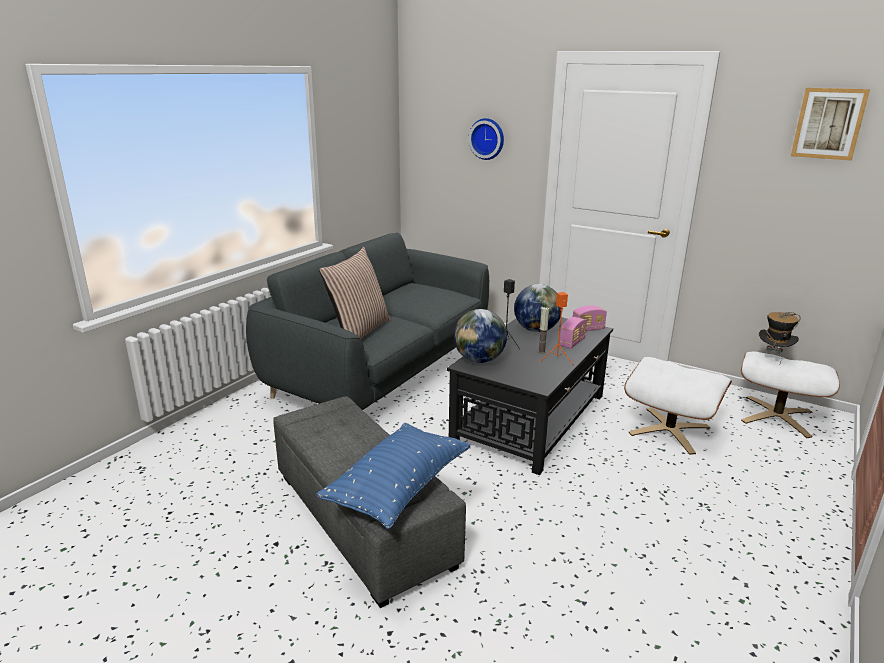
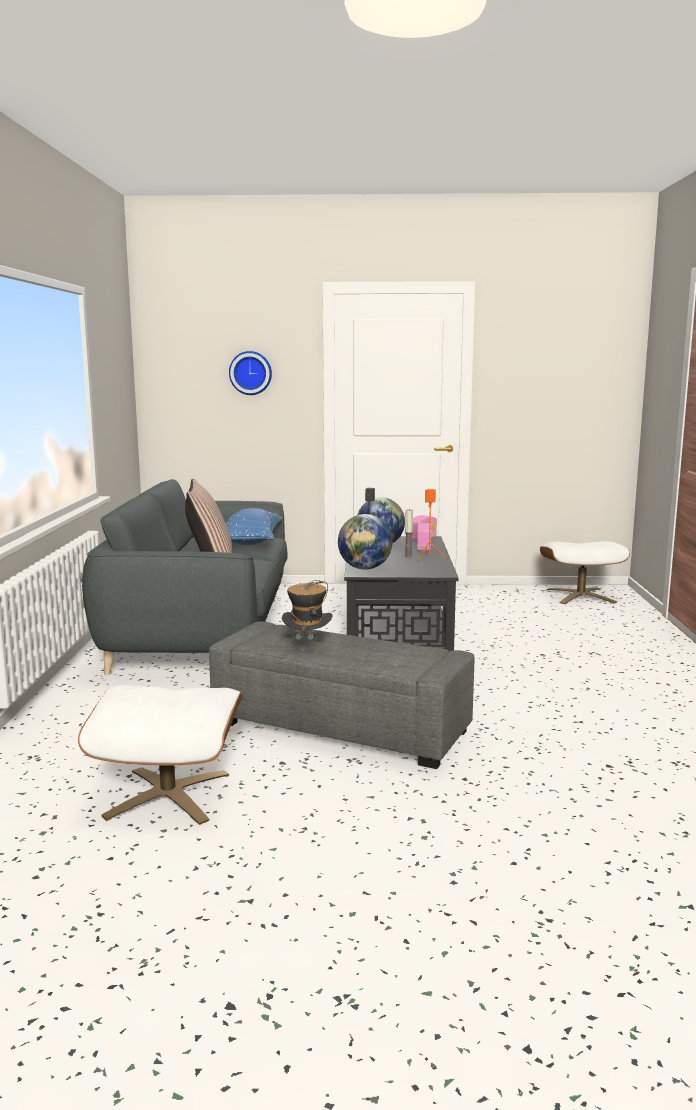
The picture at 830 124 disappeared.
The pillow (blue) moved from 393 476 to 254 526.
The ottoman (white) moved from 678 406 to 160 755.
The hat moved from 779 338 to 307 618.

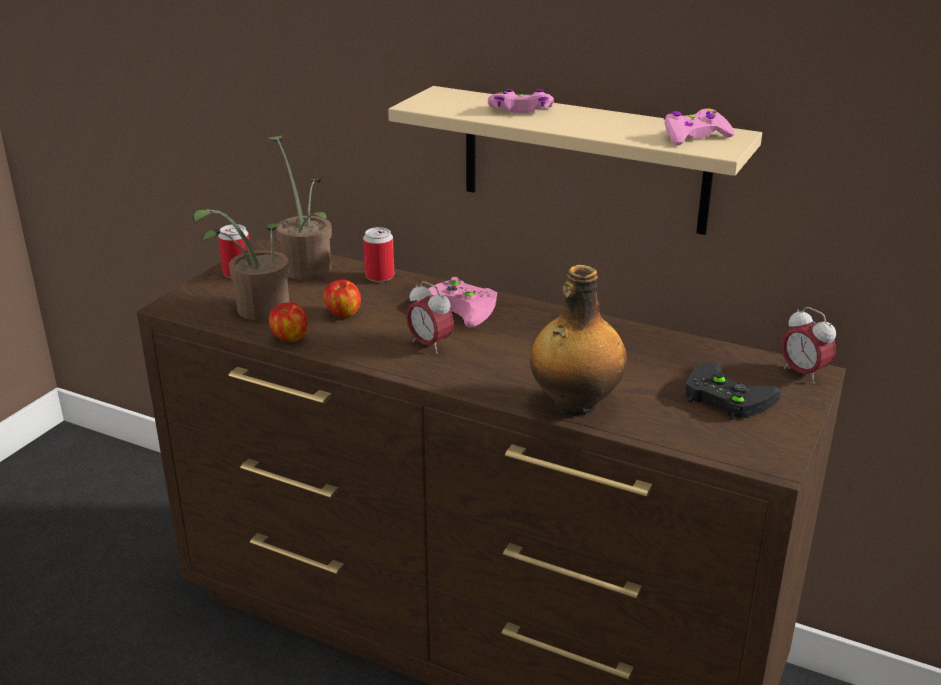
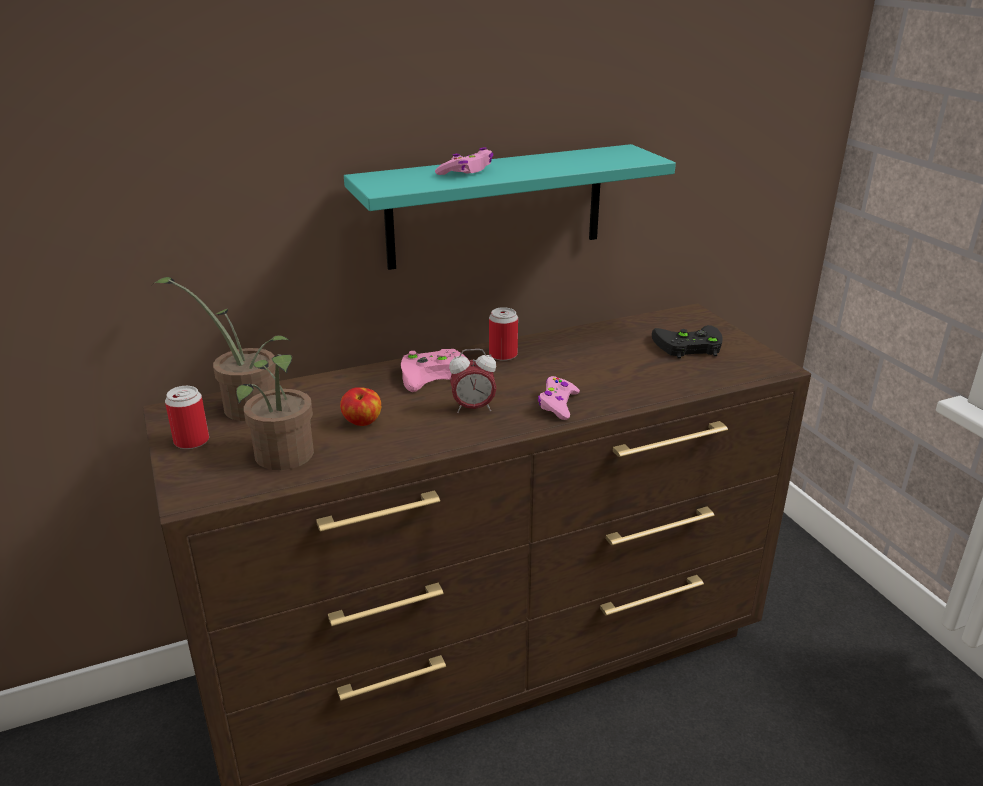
The apple at 288 322 disappeared.
The bottle at 578 340 disappeared.
The alarm clock at 809 345 disappeared.
The can moved from 378 254 to 503 334.
The game controller (pink) moved from 699 127 to 559 398.
The shelf (beige) at 575 160 became the shelf (turquoise) at 510 207.

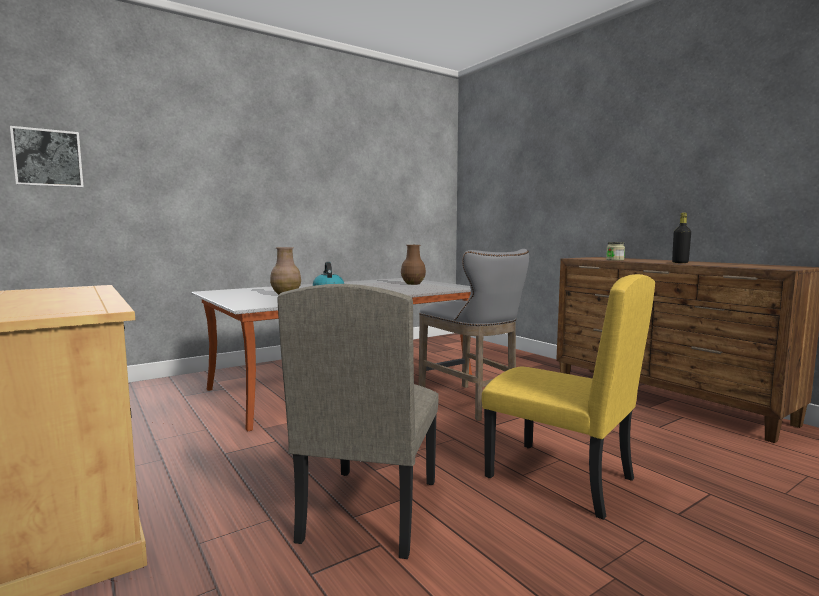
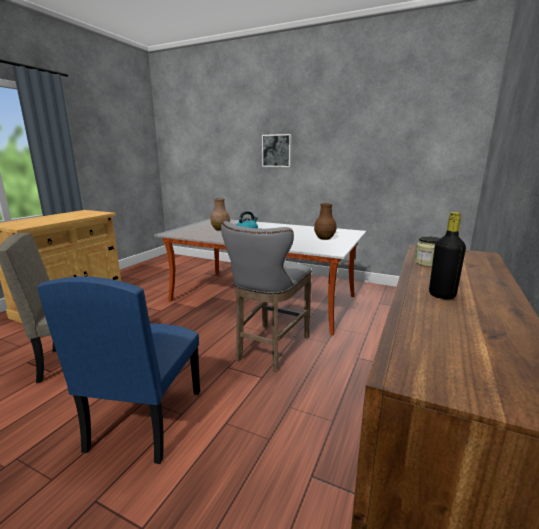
The picture moved from 47 157 to 277 150.
The chair (yellow) at 568 397 became the chair (blue) at 118 370.

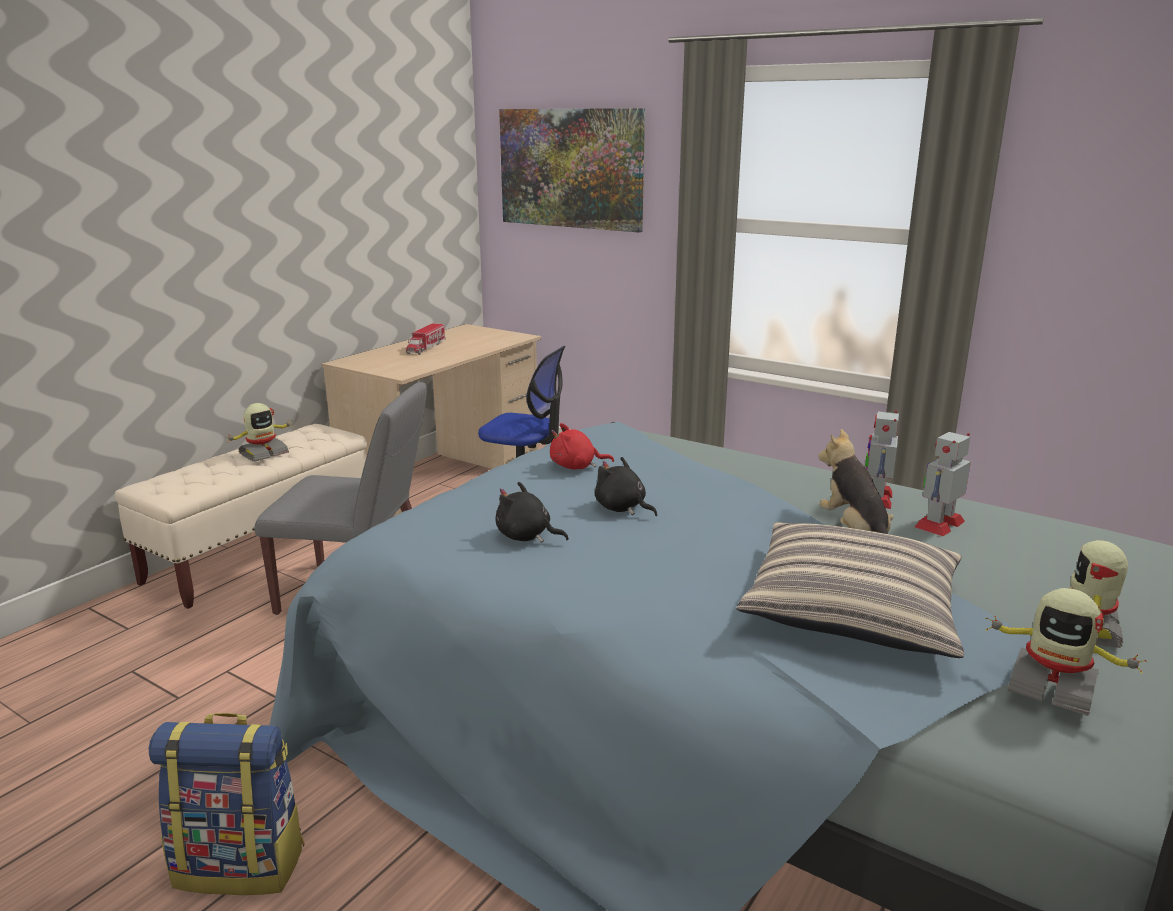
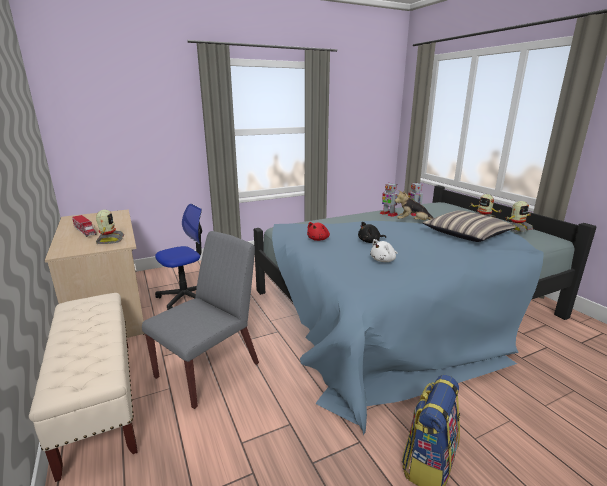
The picture at 572 170 disappeared.
The toy robot moved from 258 432 to 110 227.
The plush toy (black) at 532 512 became the plush toy (white) at 384 250.

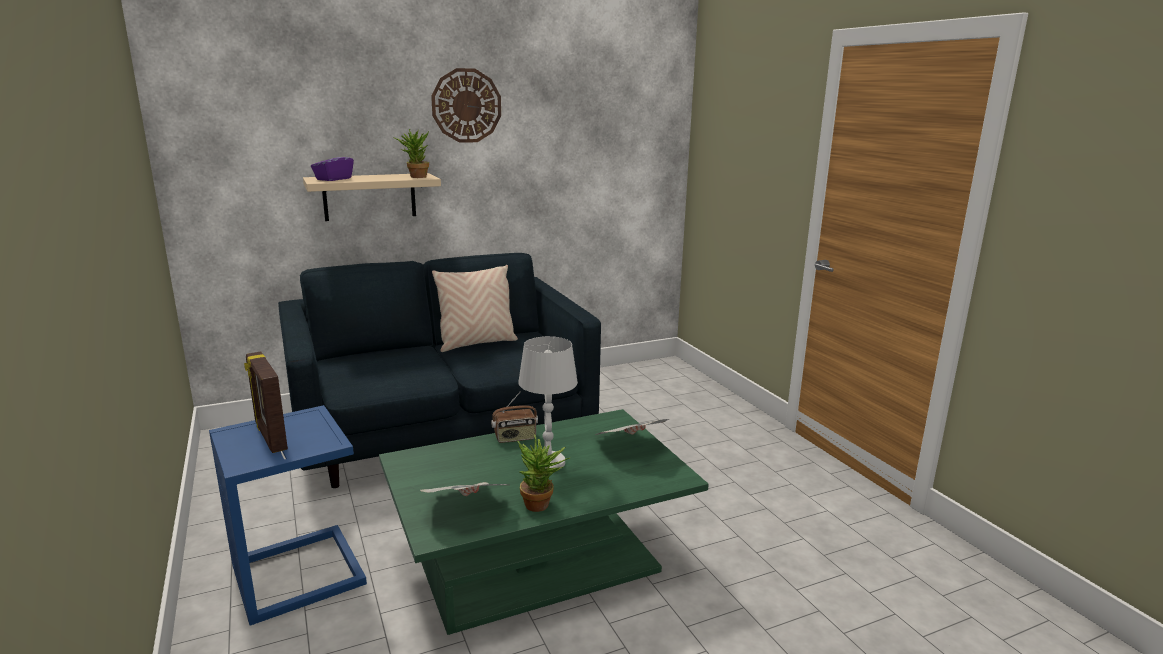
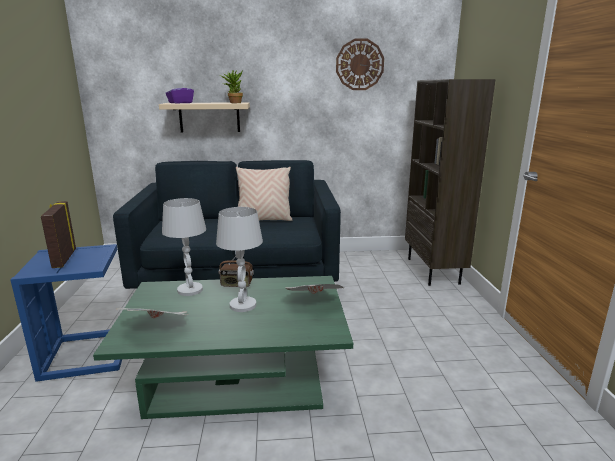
The potted plant at 543 473 disappeared.
The table lamp (white) at 184 247 appeared.
The bookcase (brown) at 450 182 appeared.
The wall clock moved from 466 105 to 360 64.

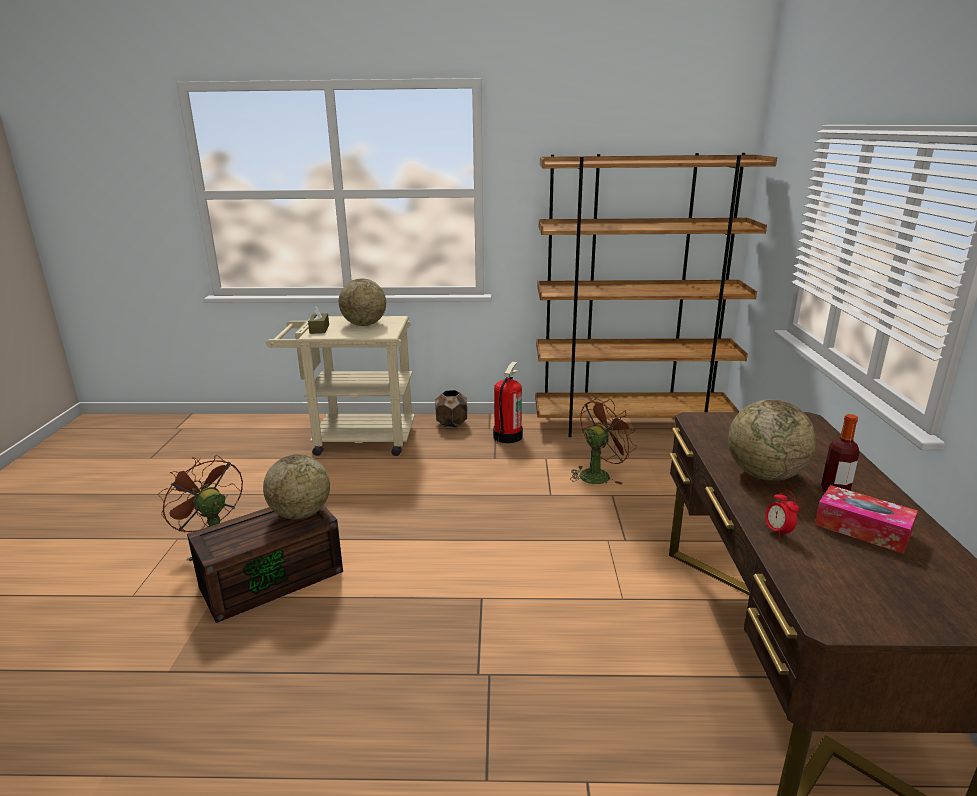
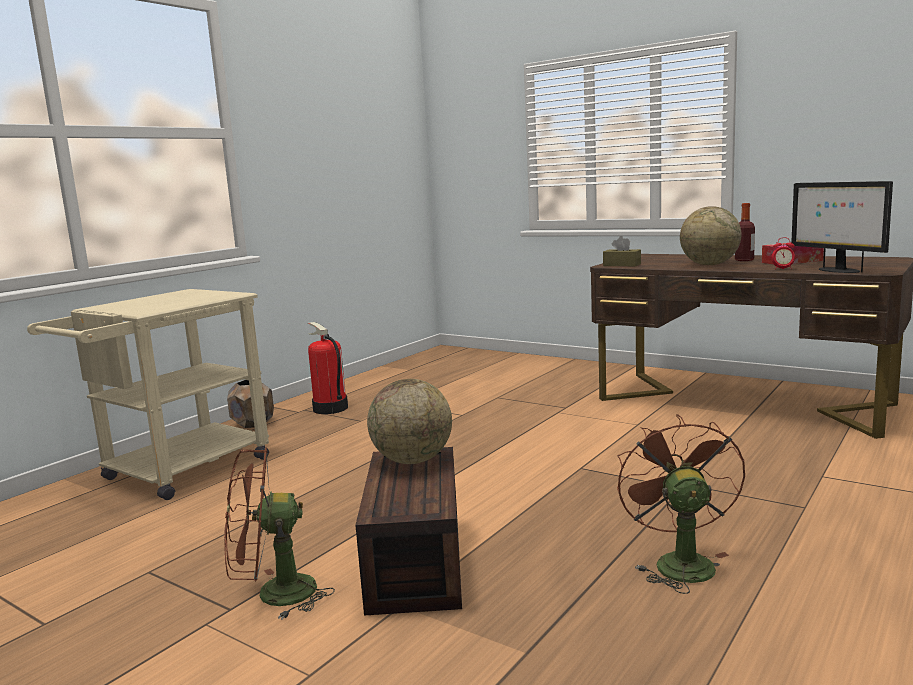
The globe at 362 302 disappeared.
The bookcase (brown) at 656 295 disappeared.
The monitor at 842 227 appeared.
The tissue box (brown) moved from 318 319 to 622 251.
The fan (brown) moved from 603 442 to 681 504.

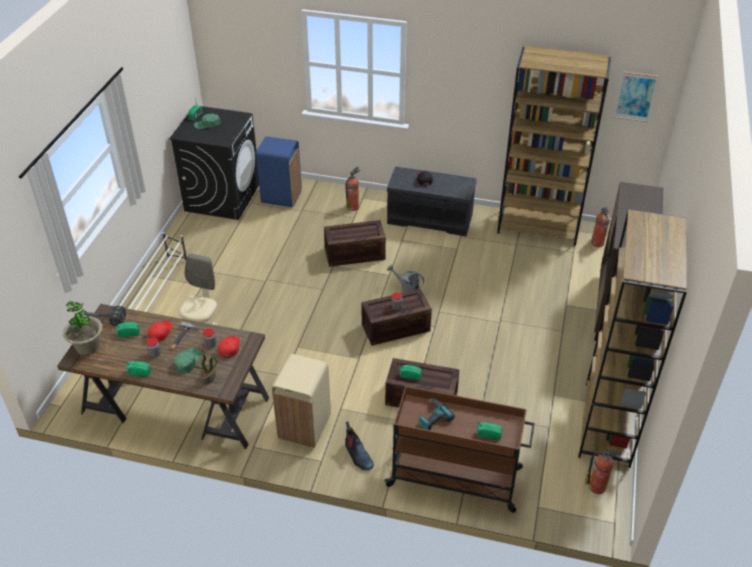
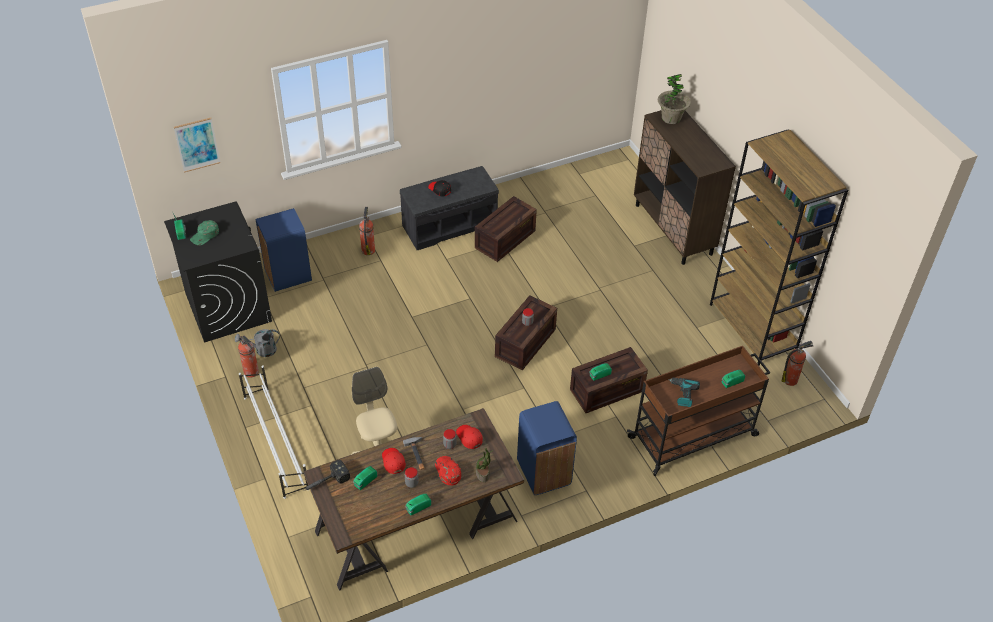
The boot at 359 446 disappeared.
The bookcase (brown) at 554 146 disappeared.
The potted plant moved from 83 328 to 674 99.
The crate moved from 355 243 to 506 229.
The watering can (grey) moved from 405 278 to 257 343.
The fire extinguisher moved from 600 227 to 248 357.
The picture moved from 636 97 to 197 145.
The cap (green) at 187 360 became the cap (red) at 448 471.
The trash can (beige) at 301 401 became the trash can (blue) at 547 448.

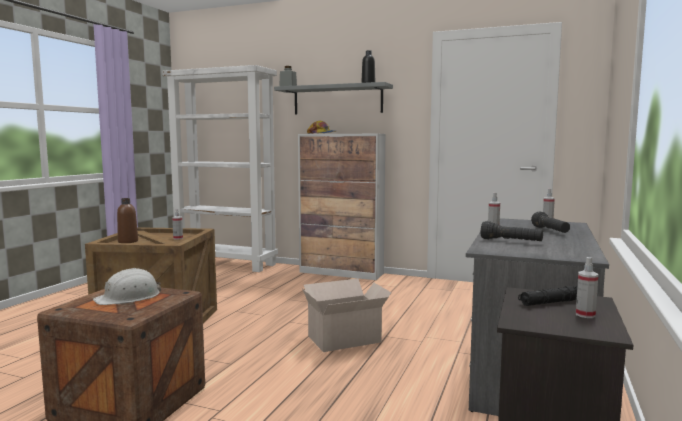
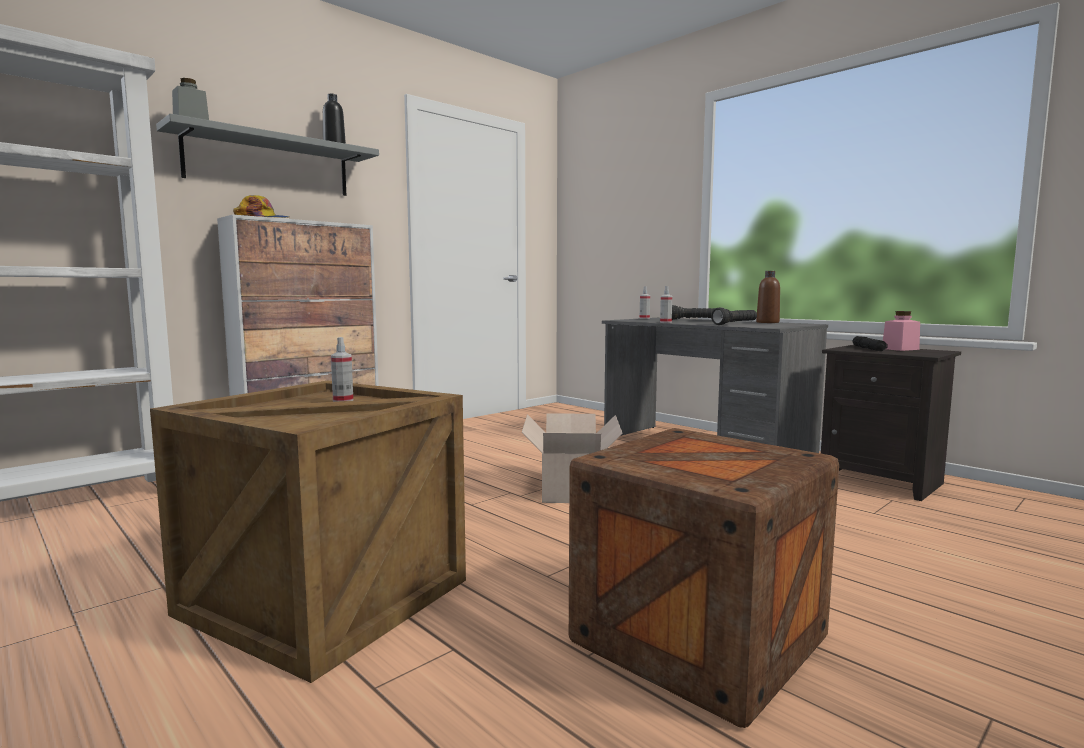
The hard hat (white) at 127 286 disappeared.
The bottle (brown) moved from 127 220 to 768 297.
The spray bottle at 587 287 was replaced by the jar (pink) at 901 331.

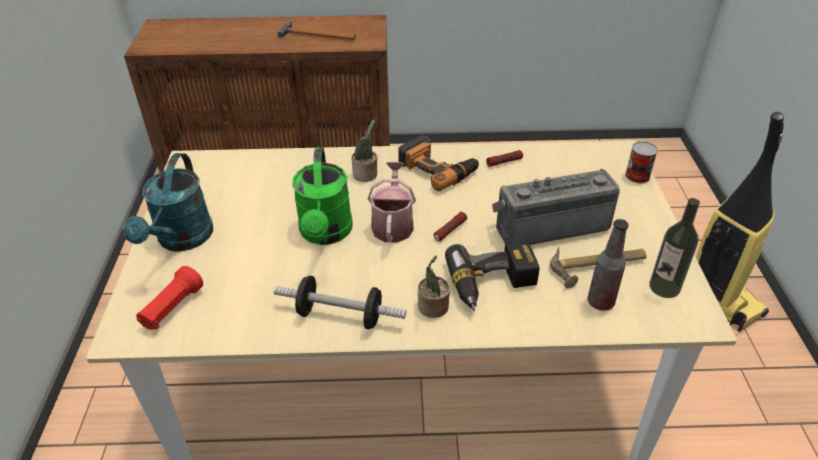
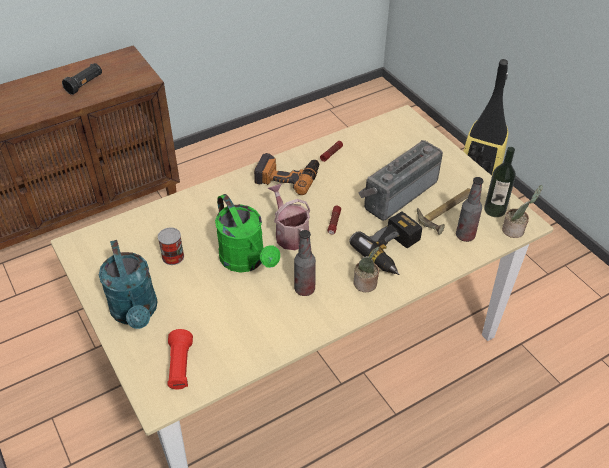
The dumbbell at 340 302 disappeared.
The bottle at 305 263 appeared.
The potted plant moved from 364 150 to 522 211.
The can moved from 641 162 to 171 246.
The hammer at 316 30 was replaced by the flashlight (black) at 82 79.

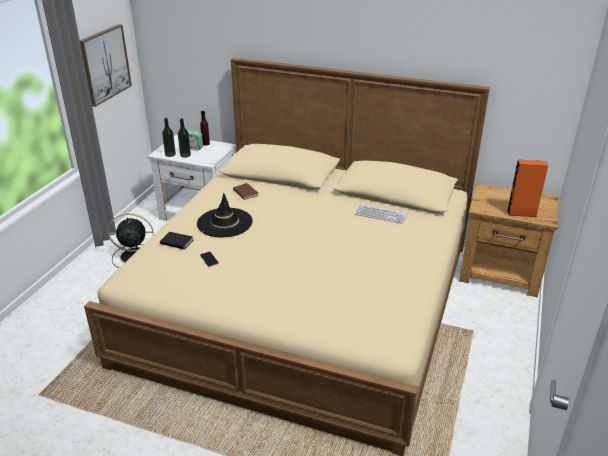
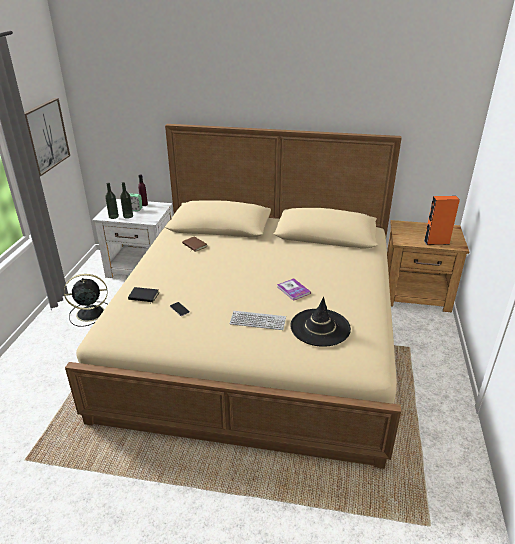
The book at 294 289 appeared.
The hat (black) moved from 225 215 to 320 322.
The keyboard moved from 380 214 to 258 320.

